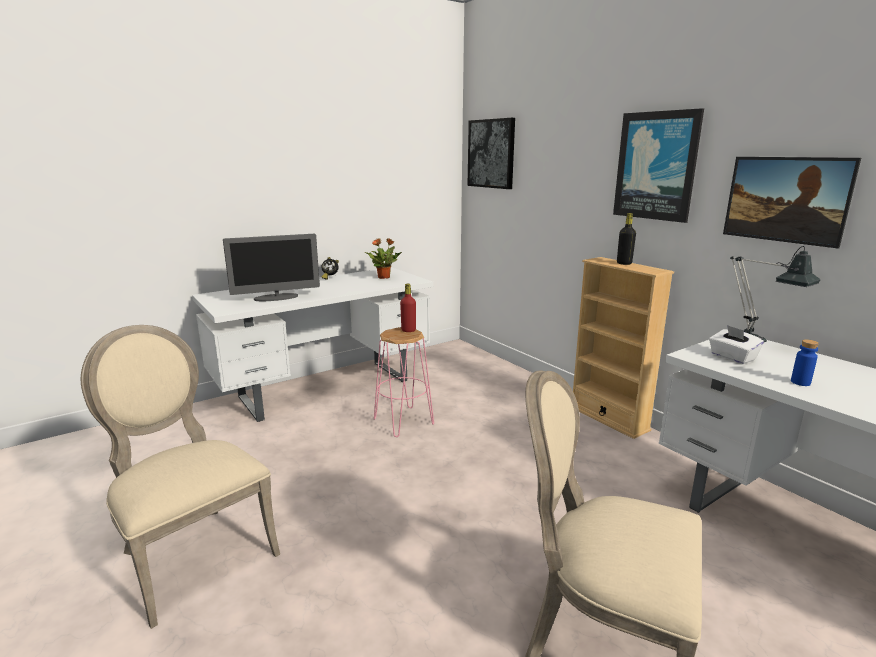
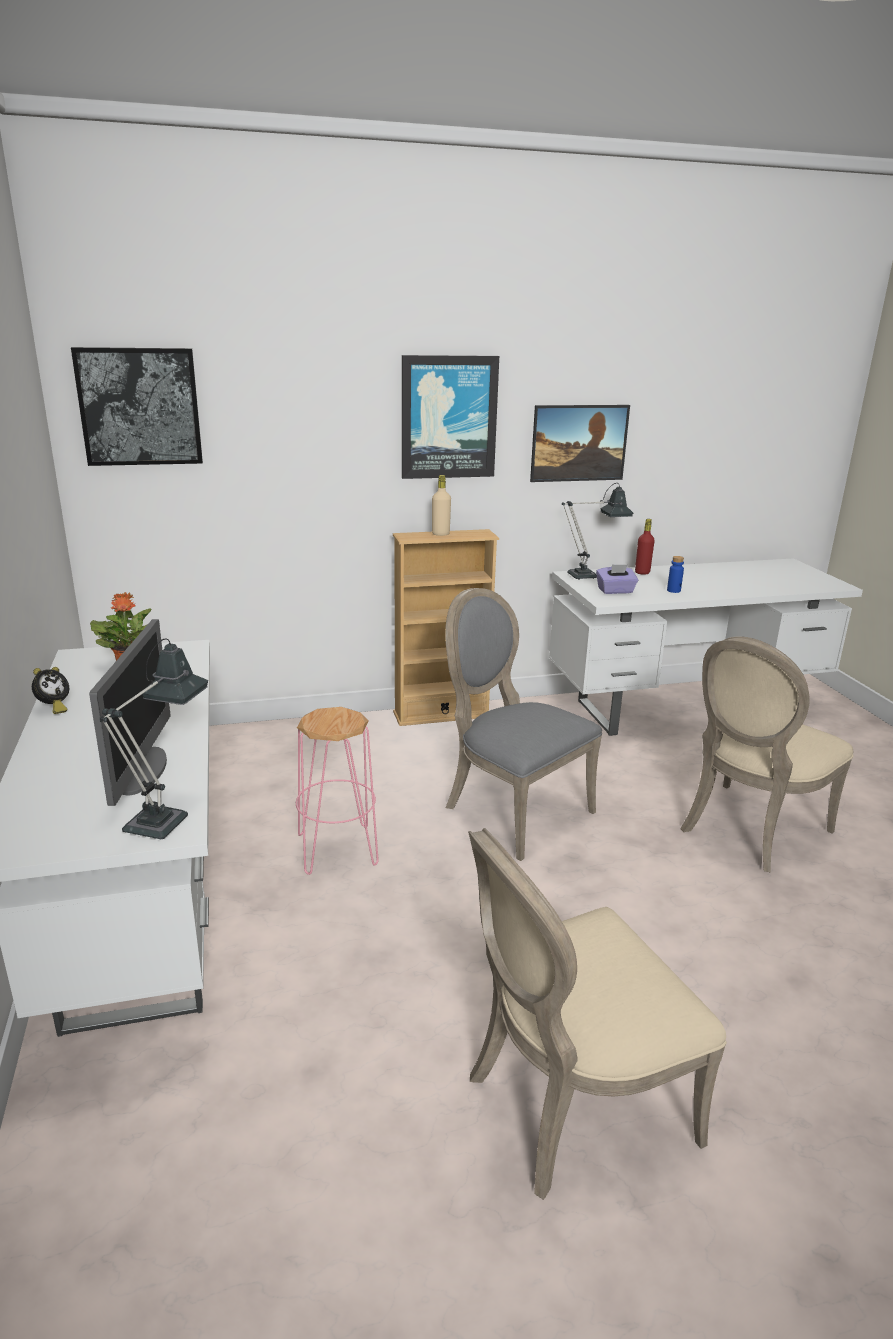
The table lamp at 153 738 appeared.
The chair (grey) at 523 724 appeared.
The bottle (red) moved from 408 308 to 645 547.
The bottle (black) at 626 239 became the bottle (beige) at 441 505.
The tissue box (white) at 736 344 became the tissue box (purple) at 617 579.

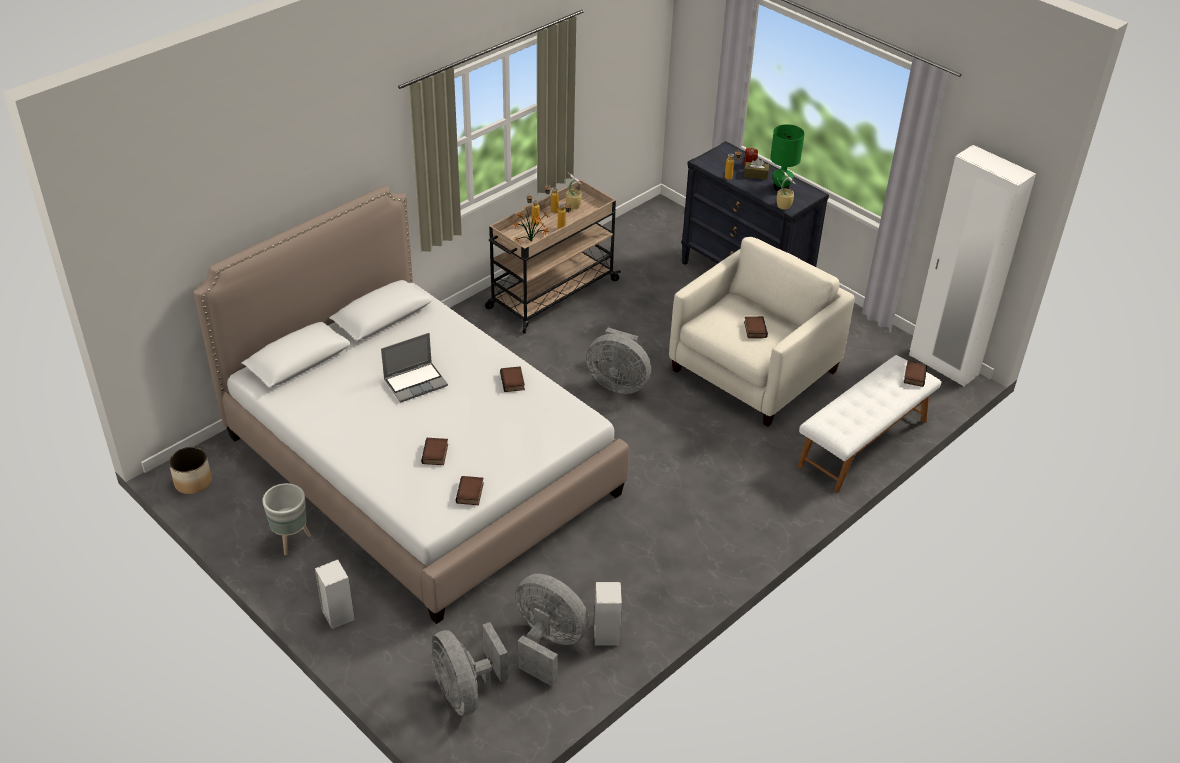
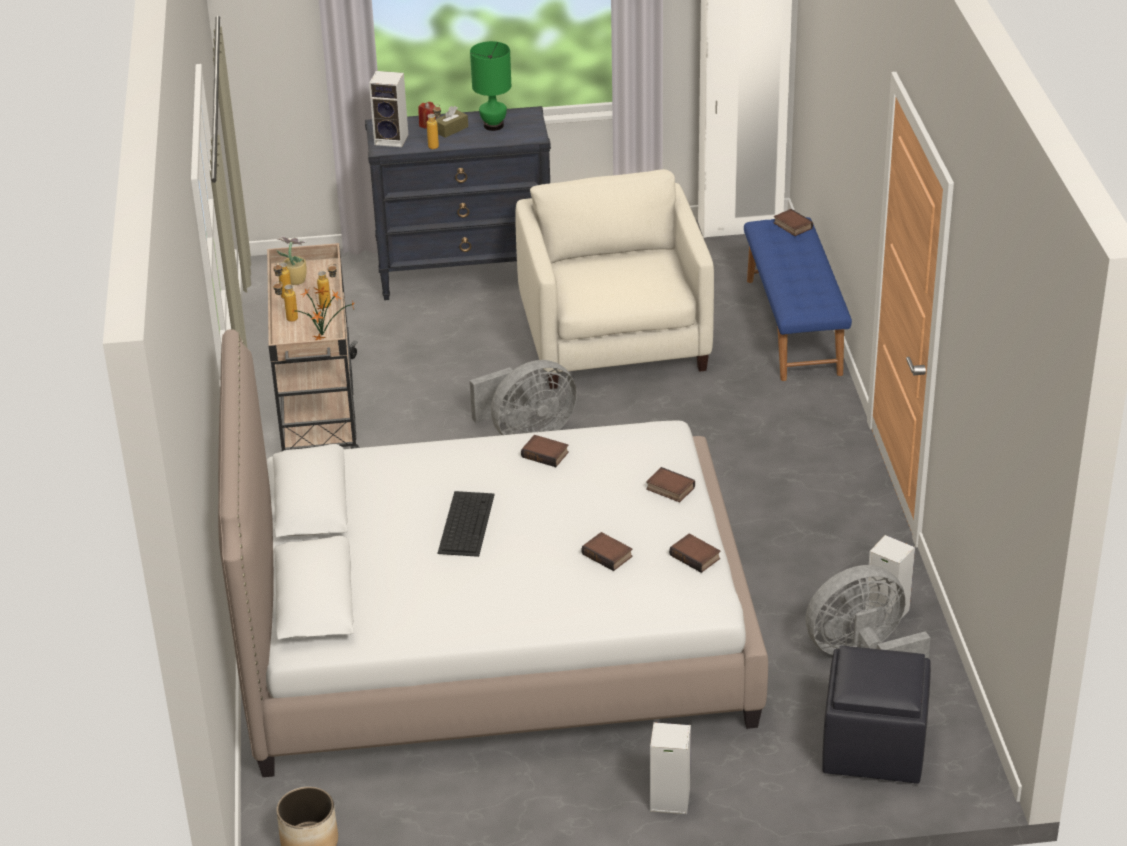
The planter (grey) at 286 519 disappeared.
The potted plant at 787 190 disappeared.
The speaker at 388 109 appeared.
The book moved from 756 327 to 670 484.
The laptop at 414 367 was replaced by the keyboard at 466 524.
The fan (grey) at 469 669 was replaced by the ottoman (black) at 876 714.
The bench (white) at 869 424 became the bench (blue) at 798 299.

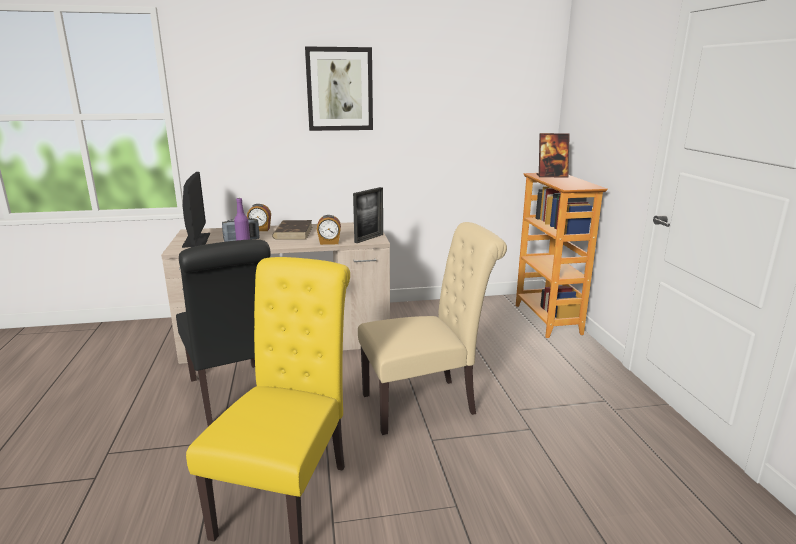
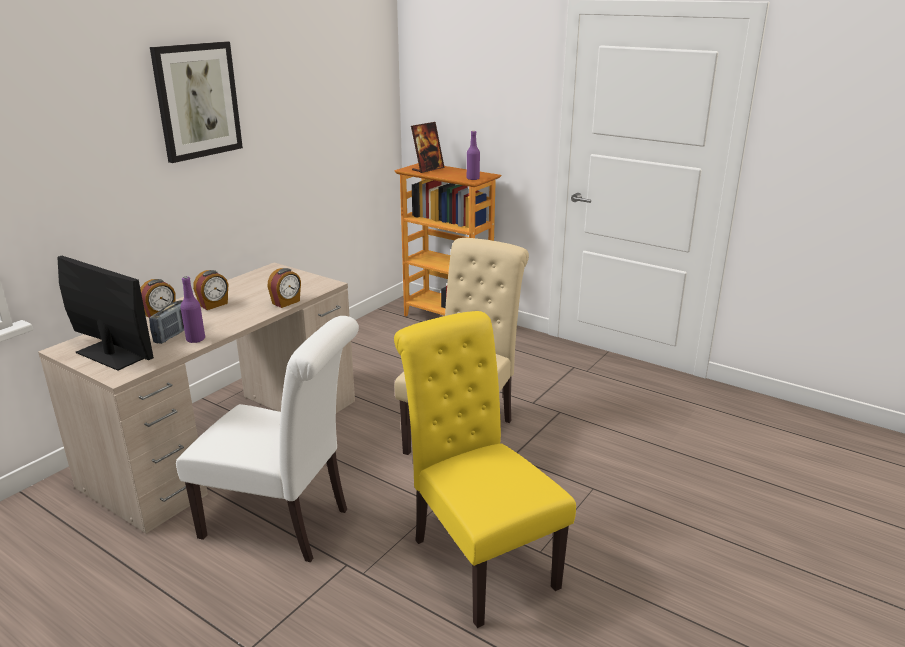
The picture frame at 368 215 disappeared.
The bottle (purple) at 473 155 appeared.
The book (brown) at 292 230 was replaced by the alarm clock at 210 290.
The chair (black) at 223 333 became the chair (white) at 267 439.

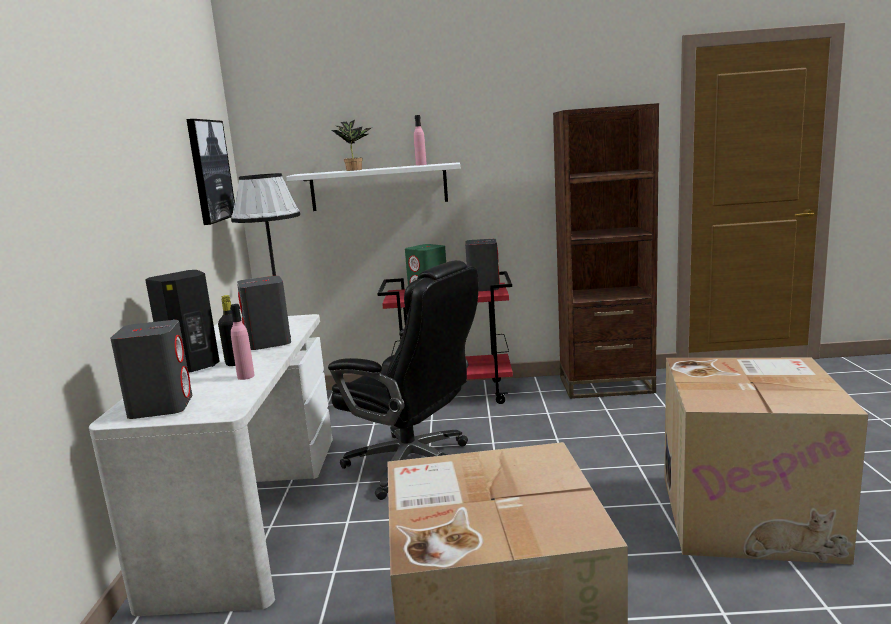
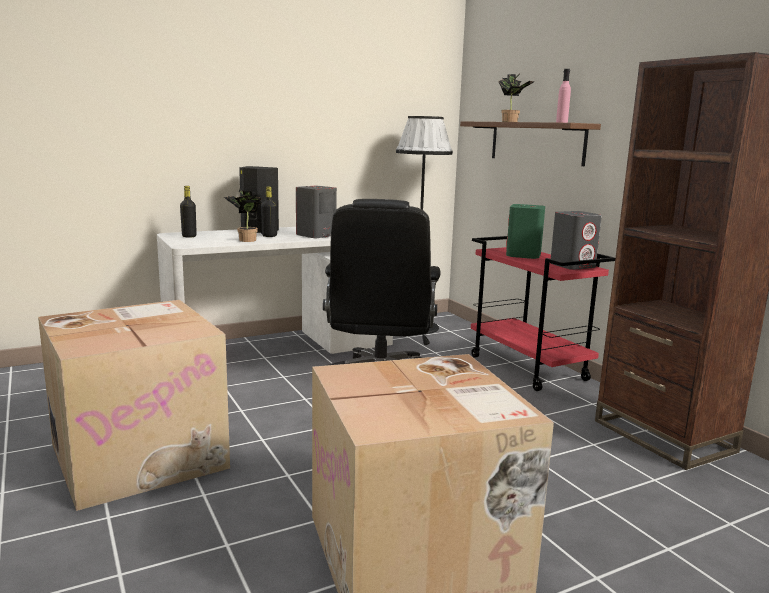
The picture at 210 172 disappeared.
The speaker (grey) at 151 369 was replaced by the bottle (black) at 188 212.
The bottle (pink) at 242 342 was replaced by the potted plant at 243 215.
The shelf (white) at 373 186 became the shelf (brown) at 530 143.

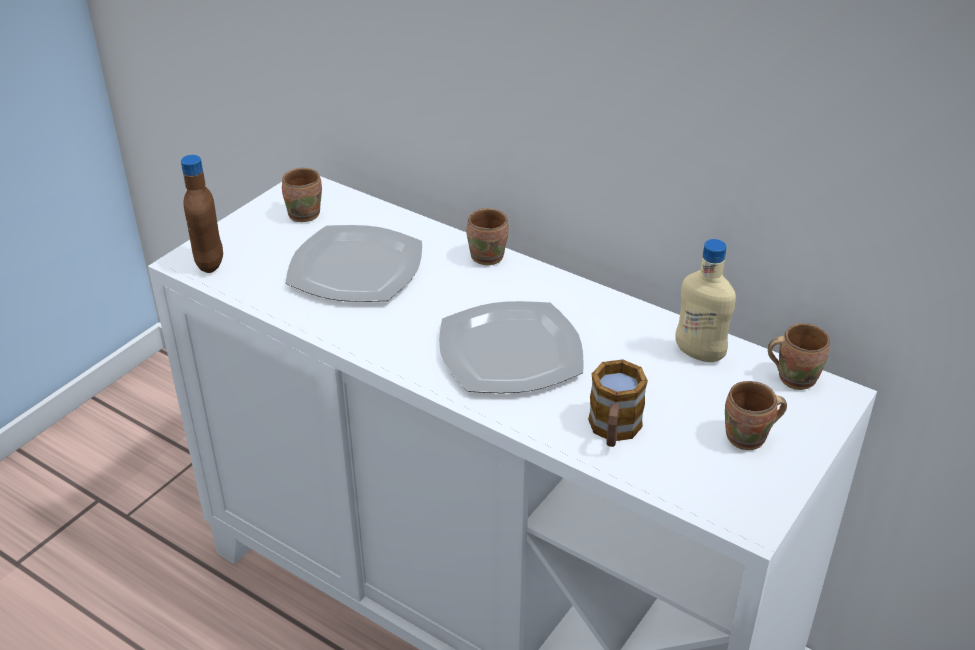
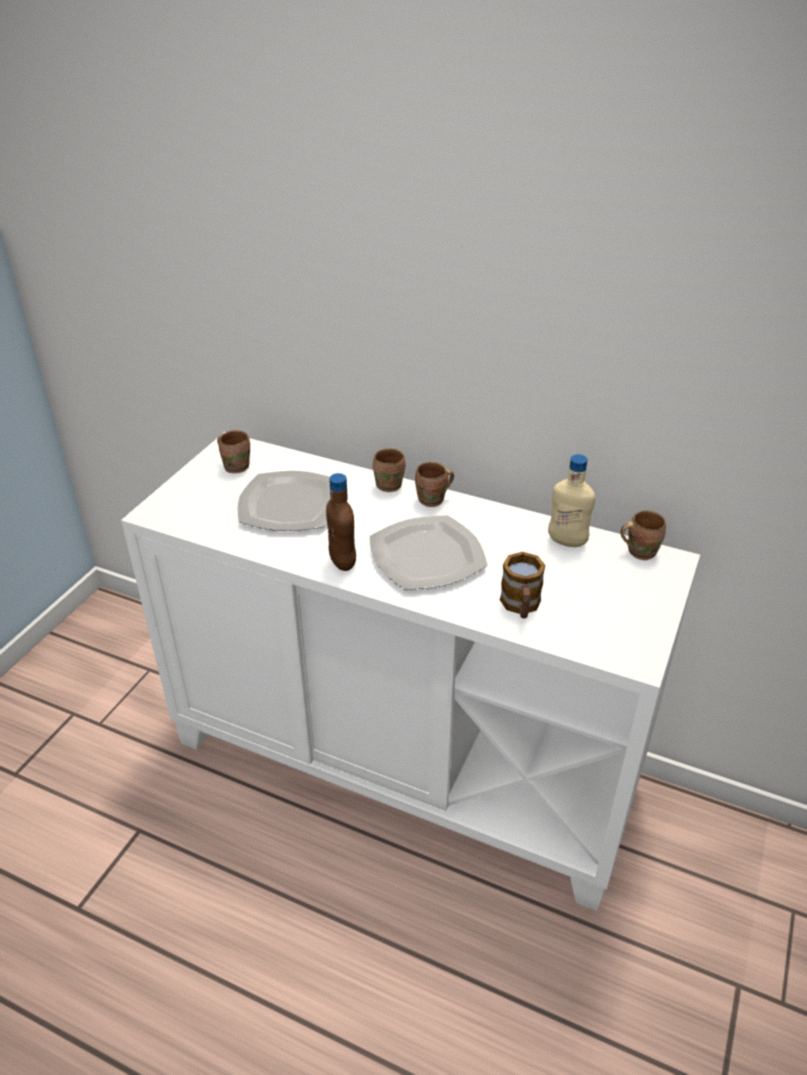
The bottle (brown) moved from 202 214 to 341 522.
The mug (brown) moved from 756 415 to 434 484.

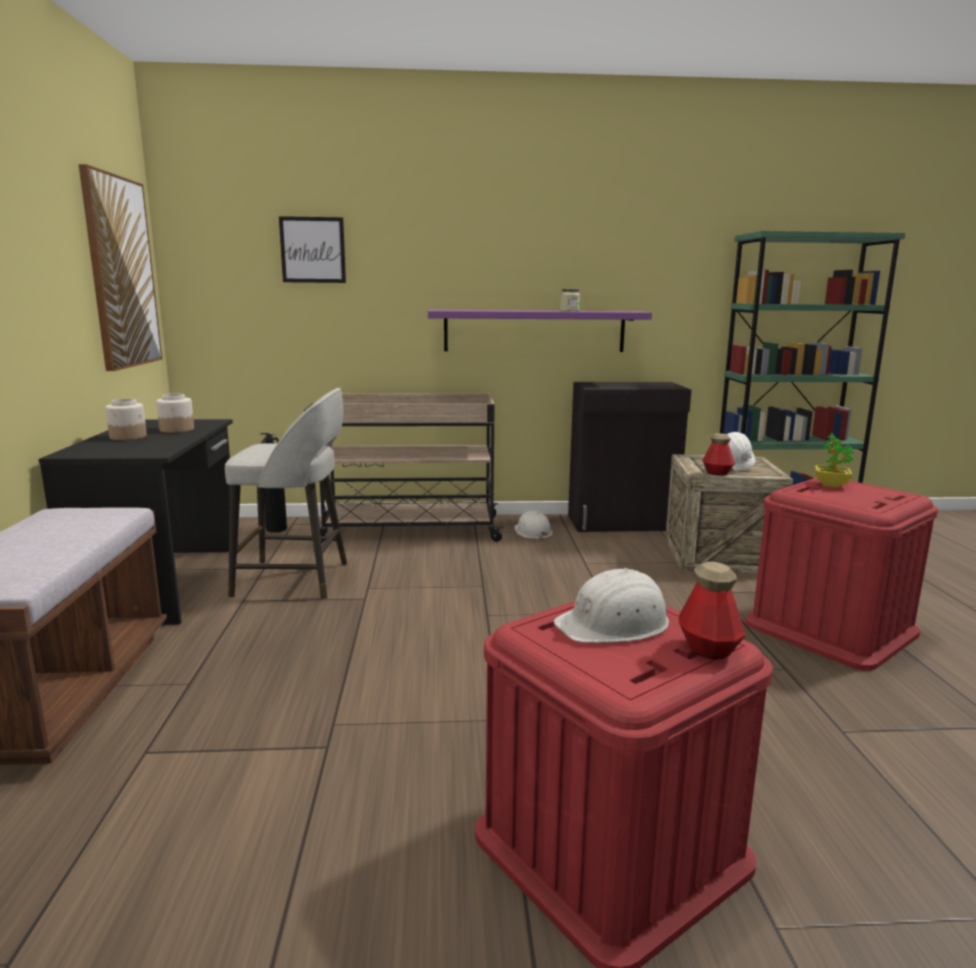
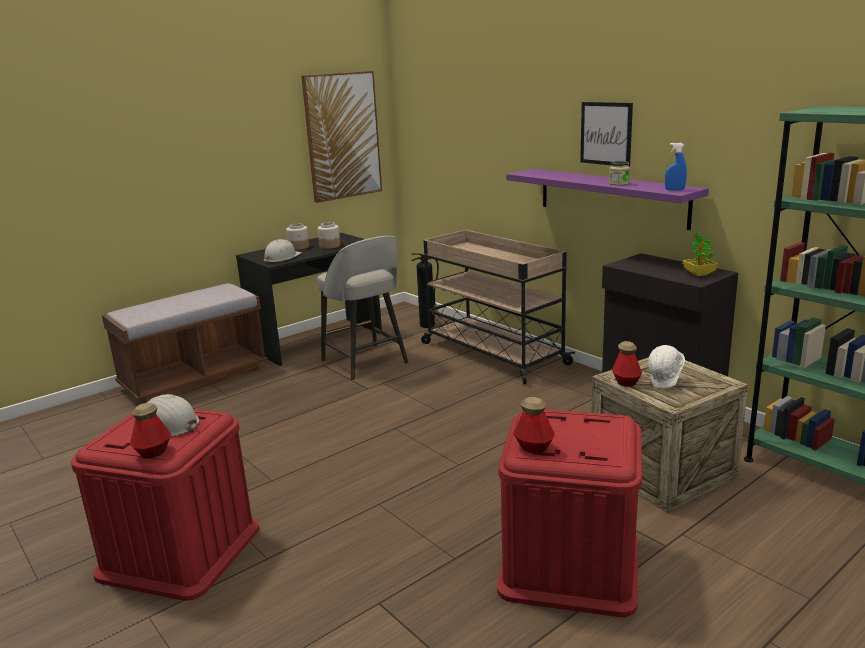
The bottle at 534 425 appeared.
The spray bottle (blue) at 676 166 appeared.
The picture moved from 312 249 to 606 134.
The hard hat (white) moved from 534 525 to 282 250.
The potted plant moved from 834 460 to 700 254.

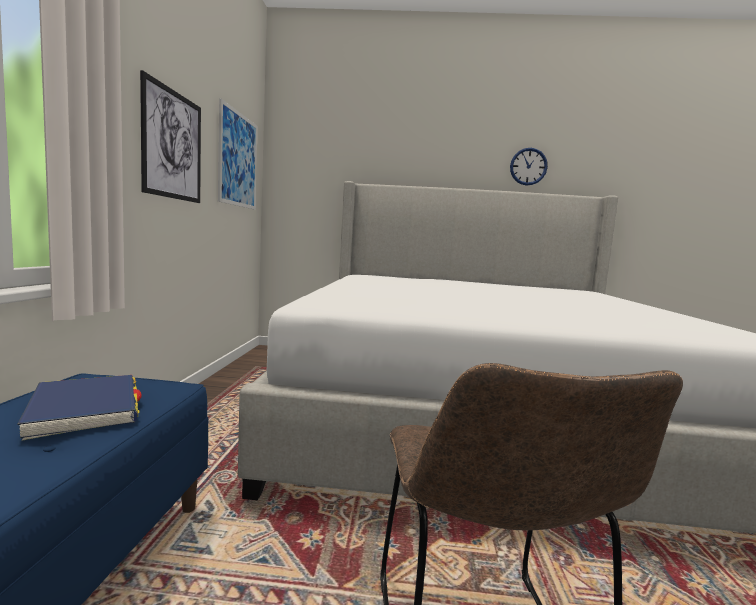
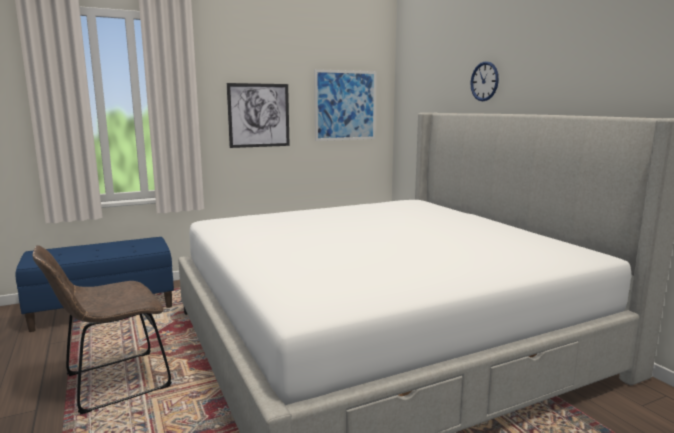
The book (blue) at 79 408 disappeared.
The wall clock moved from 529 167 to 484 81.

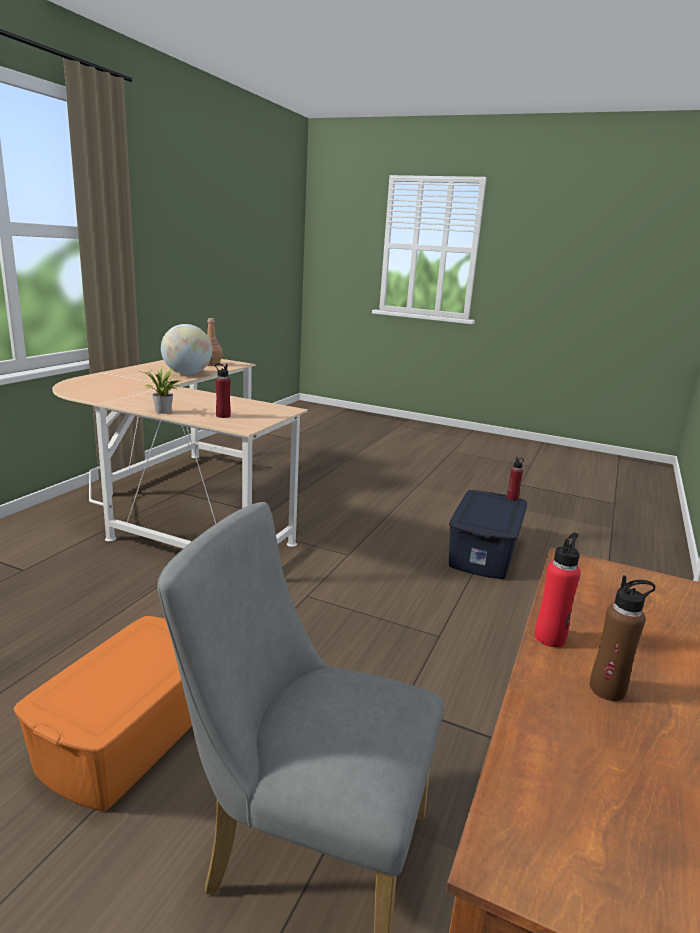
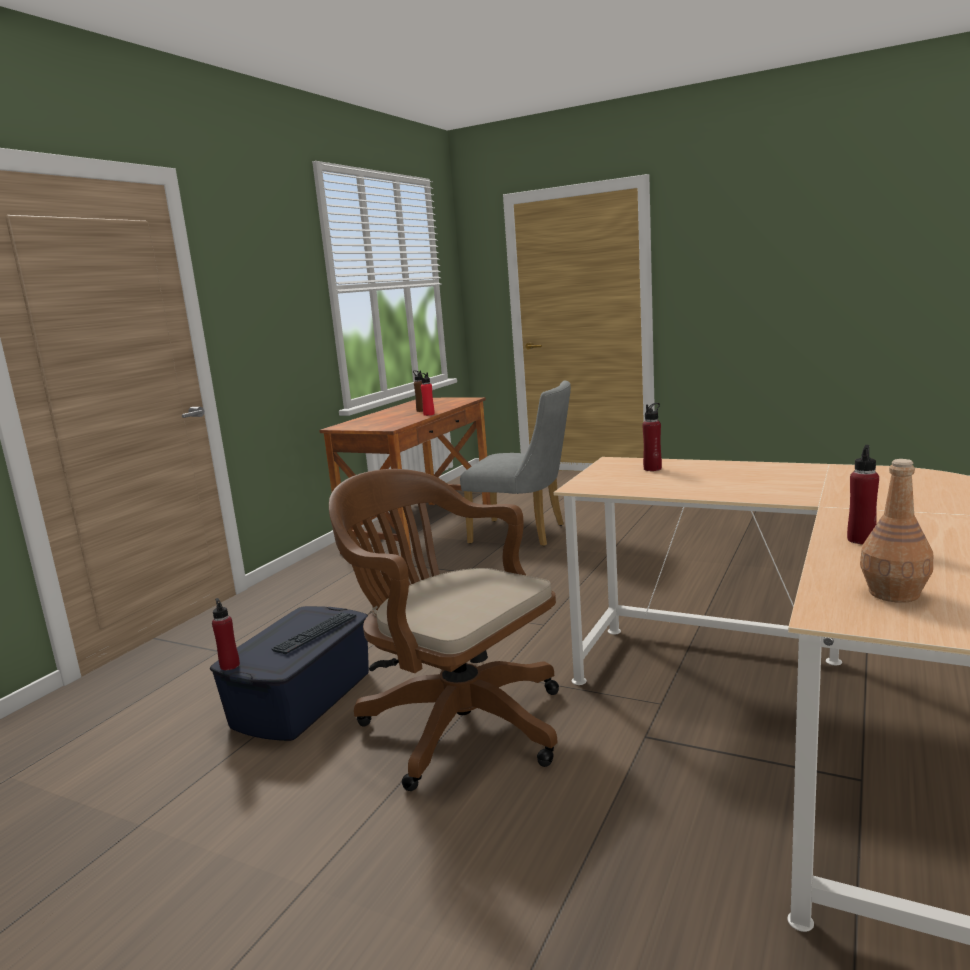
The storage box (orange) at 103 713 disappeared.
The potted plant at 159 389 disappeared.
The keyboard at 314 633 appeared.
The office chair (brown) at 444 630 appeared.
The globe at 186 349 was replaced by the bottle (red) at 863 494.

